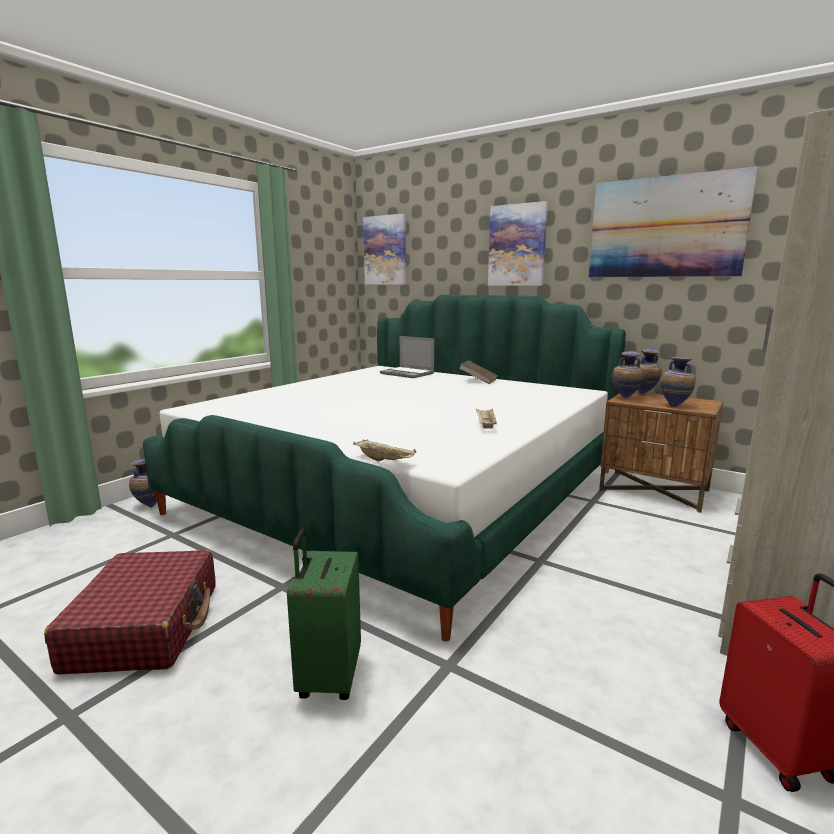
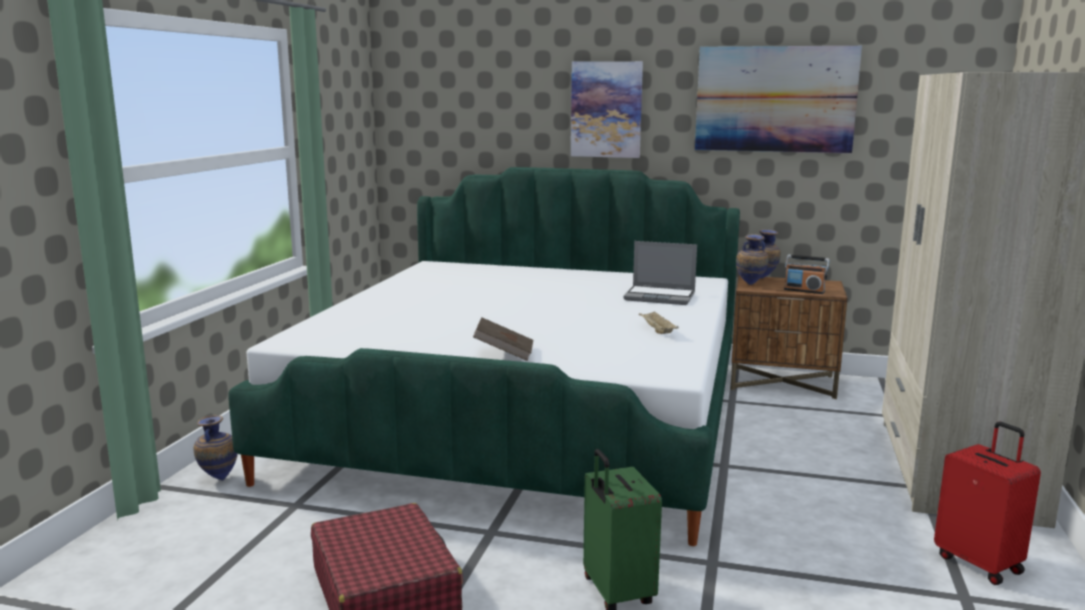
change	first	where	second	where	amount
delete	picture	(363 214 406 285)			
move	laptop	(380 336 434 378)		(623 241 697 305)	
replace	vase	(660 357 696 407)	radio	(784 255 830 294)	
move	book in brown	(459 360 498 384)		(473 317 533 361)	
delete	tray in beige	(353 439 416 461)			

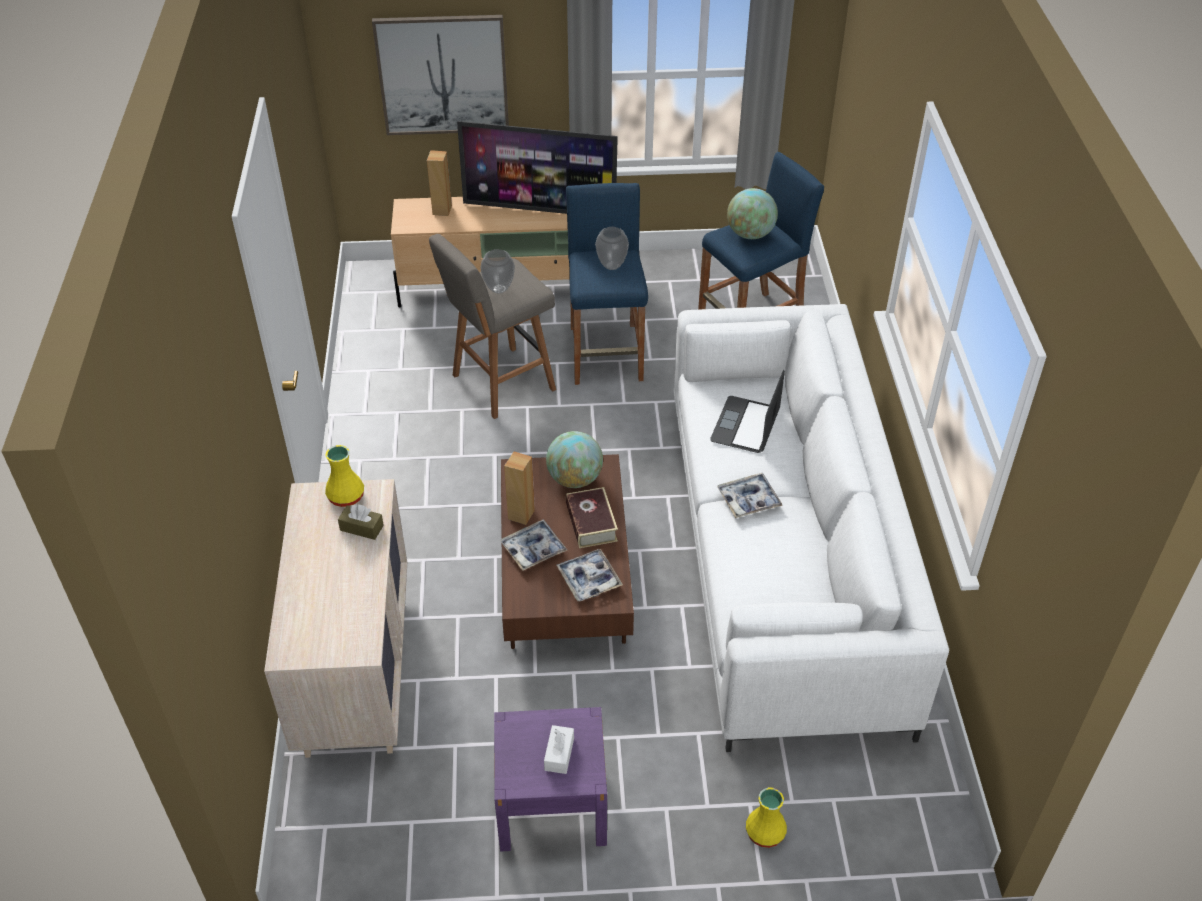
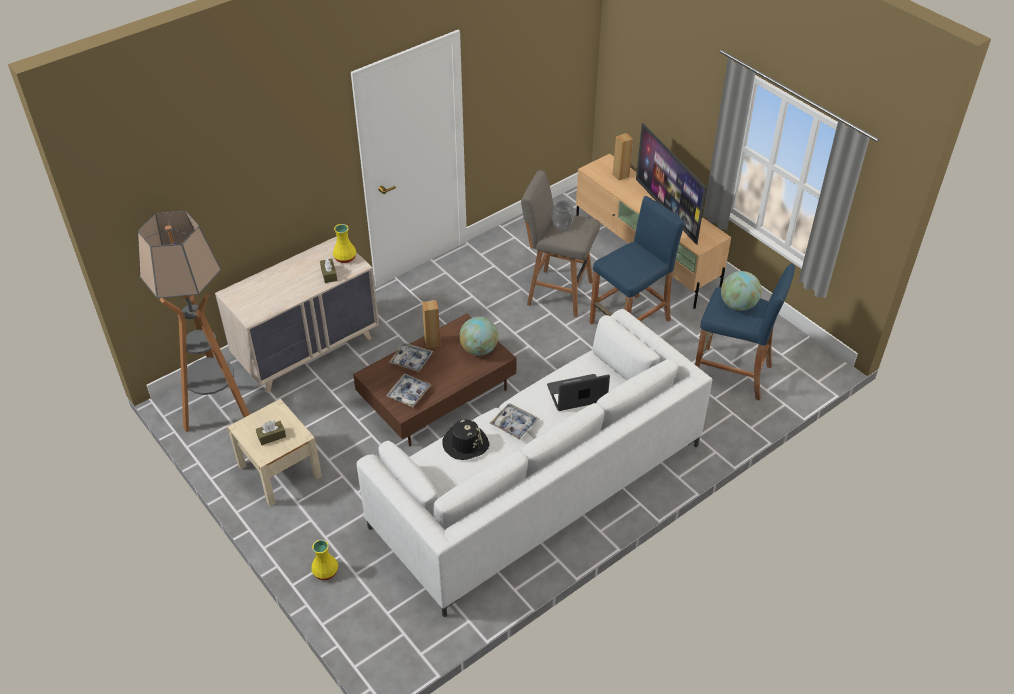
change	first	where	second	where	amount
delete	picture	(372 15 509 135)			
delete	vase	(595 227 629 270)			
delete	book	(566 487 618 548)			
recolor	nightstand in purple	(494 707 607 851)	nightstand in beige	(227 399 322 506)	
recolor	tissue box in white	(544 725 574 774)	tissue box in brown	(256 420 286 445)	
insert			floor lamp	(138 211 250 432)	
insert			hat in black	(442 419 489 460)	

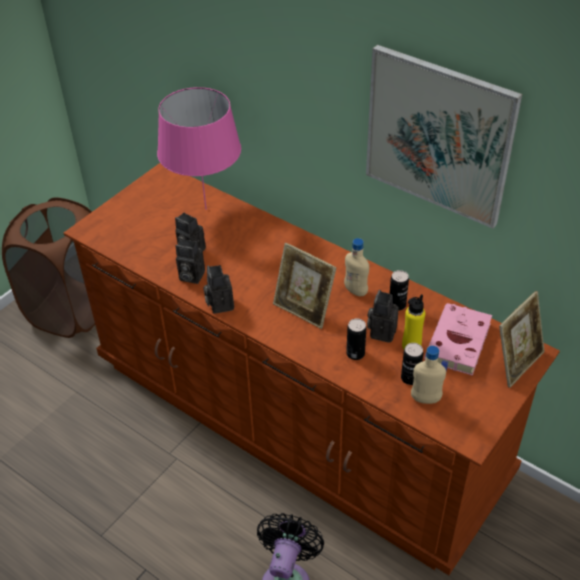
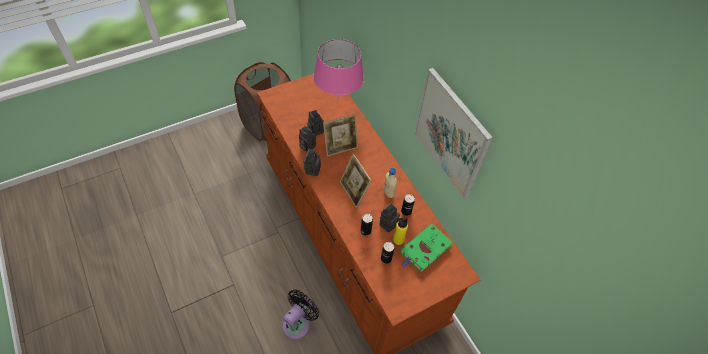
change	first	where	second	where	amount
move	picture frame	(499 291 545 388)		(323 114 358 157)	
recolor	book in pink	(424 303 492 376)	book in green	(400 224 453 272)	
delete	bottle in beige	(411 346 446 404)			

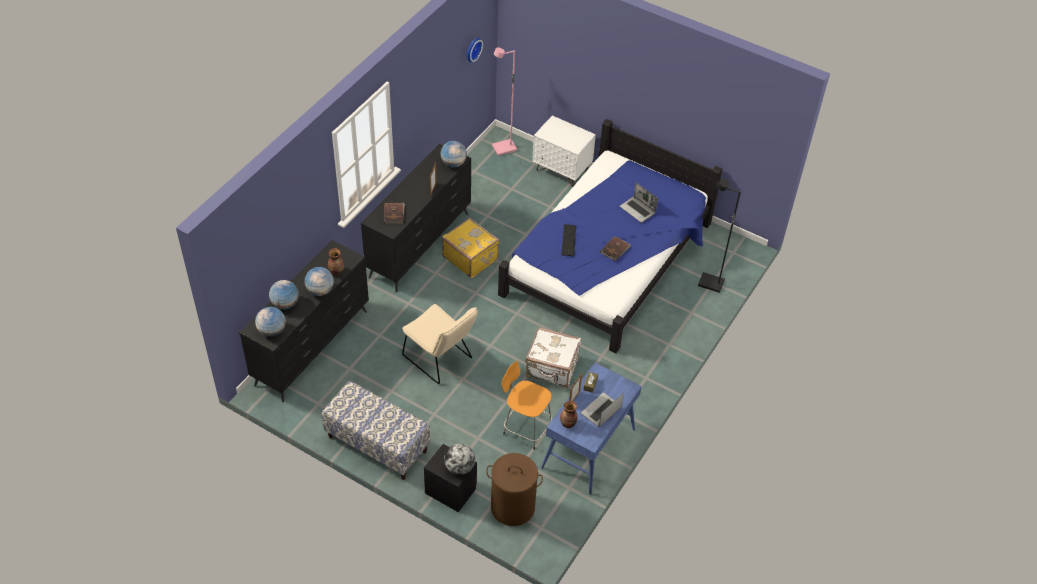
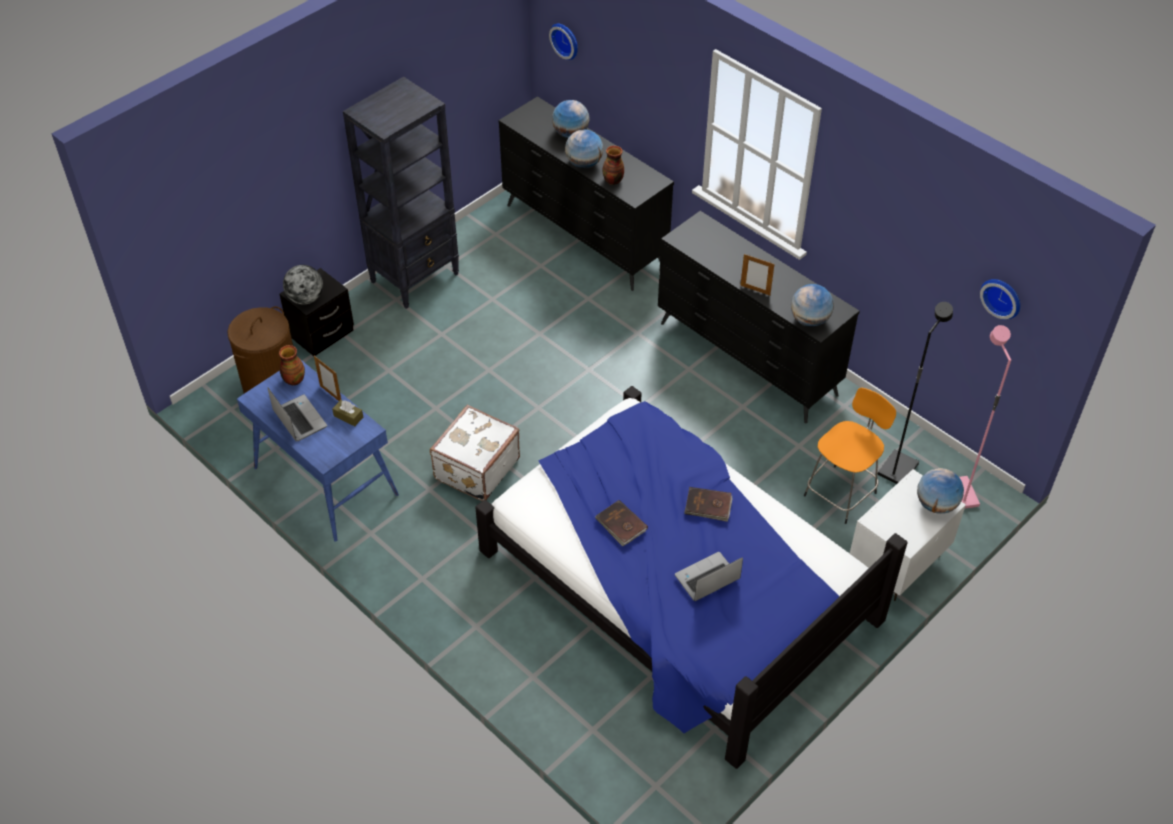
change	first	where	second	where	amount
move	floor lamp in black	(698 179 741 293)		(878 302 953 484)	
move	book in brown	(383 203 405 224)		(684 487 733 522)	
delete	suitcase in yellow	(442 218 500 278)			
delete	keyboard	(561 224 576 256)			
delete	chair in beige	(402 304 478 384)			
move	globe	(255 307 286 337)		(917 468 964 514)	
move	stool in orange	(501 361 552 450)		(804 388 896 524)	
replace	bench	(322 381 430 480)	bookcase in black	(343 77 459 309)	
insert			wall clock	(549 24 578 60)	

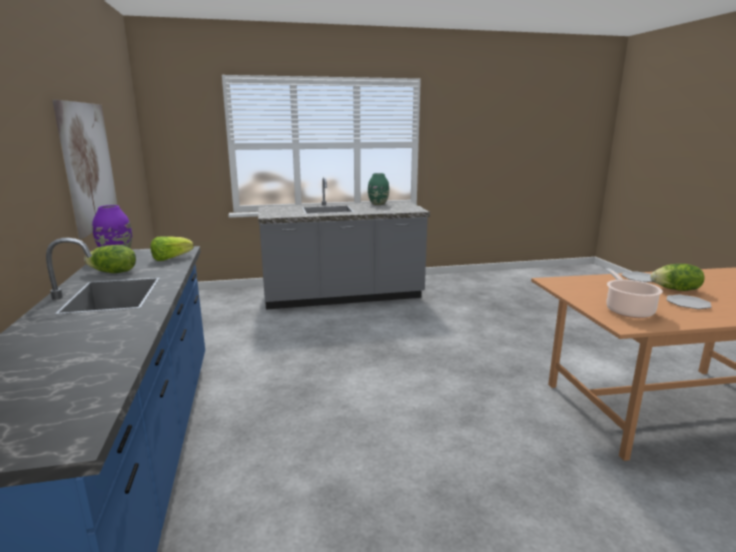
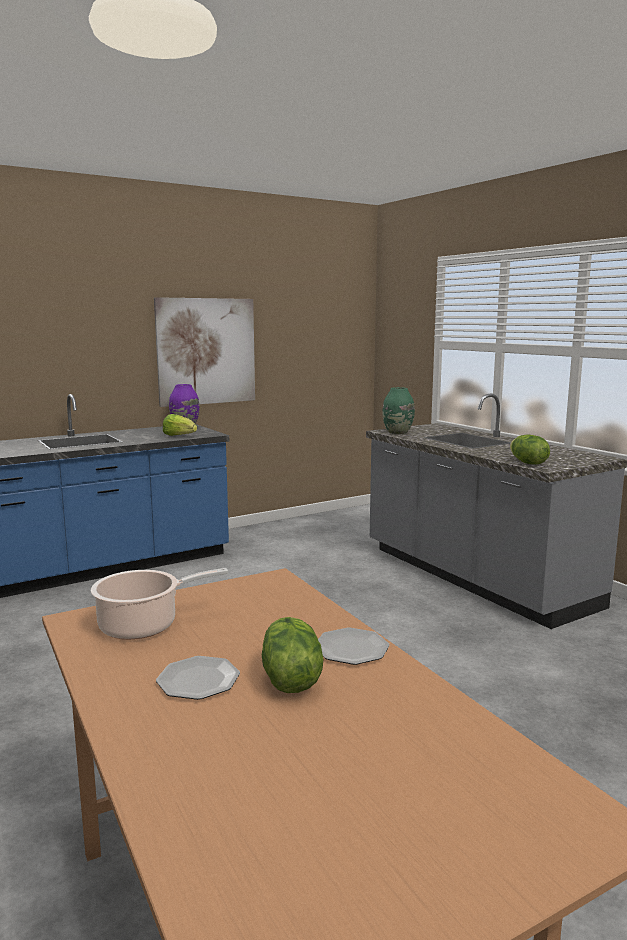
change	first	where	second	where	amount
move	vase in green	(368 173 389 205)		(382 387 415 434)	
move	lettuce	(84 245 136 273)		(510 435 550 464)	

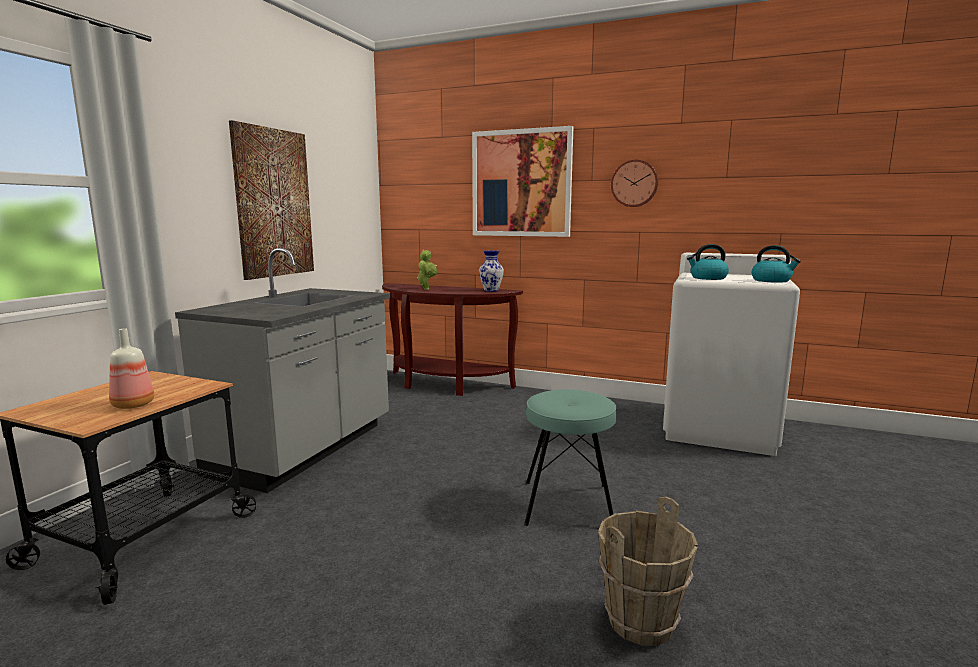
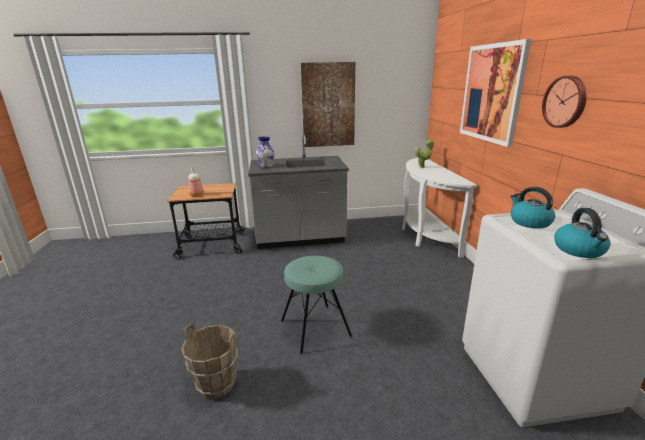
change	first	where	second	where	amount
move	vase	(479 251 504 292)		(256 137 275 168)	
recolor	console table in brown	(382 283 523 396)	console table in white	(402 158 477 258)	

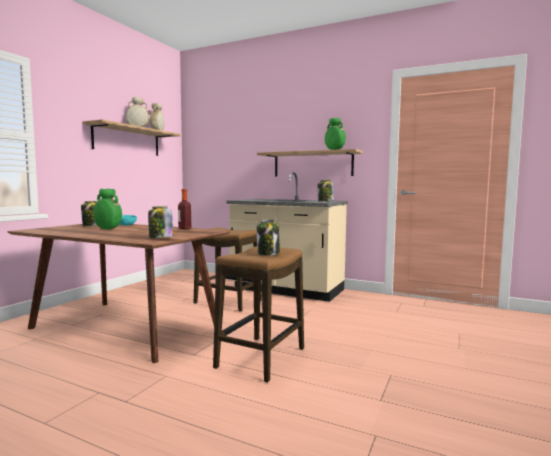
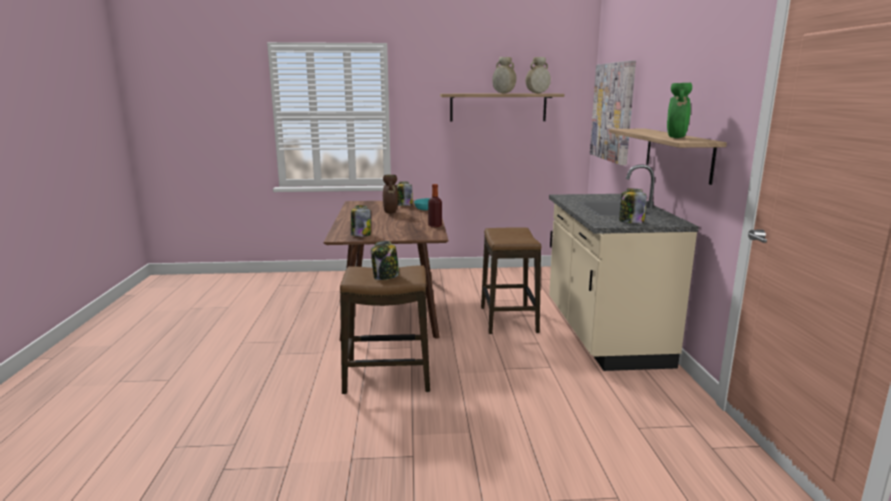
change	first	where	second	where	amount
recolor	vase in green	(94 189 122 229)	vase in brown	(383 175 398 214)	
insert			picture	(590 60 636 165)	

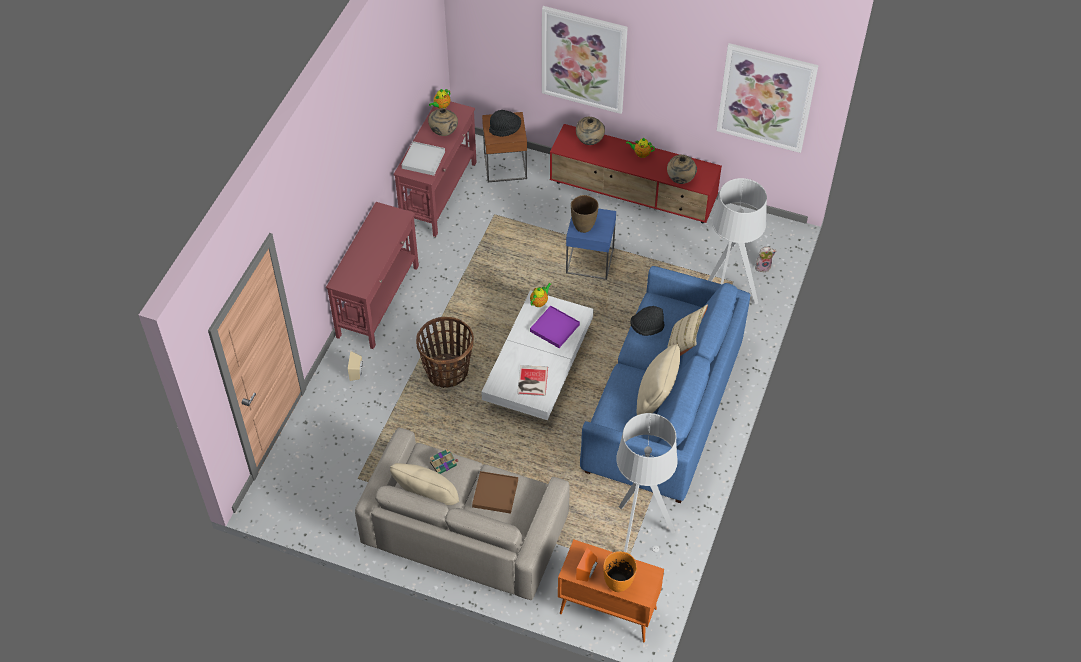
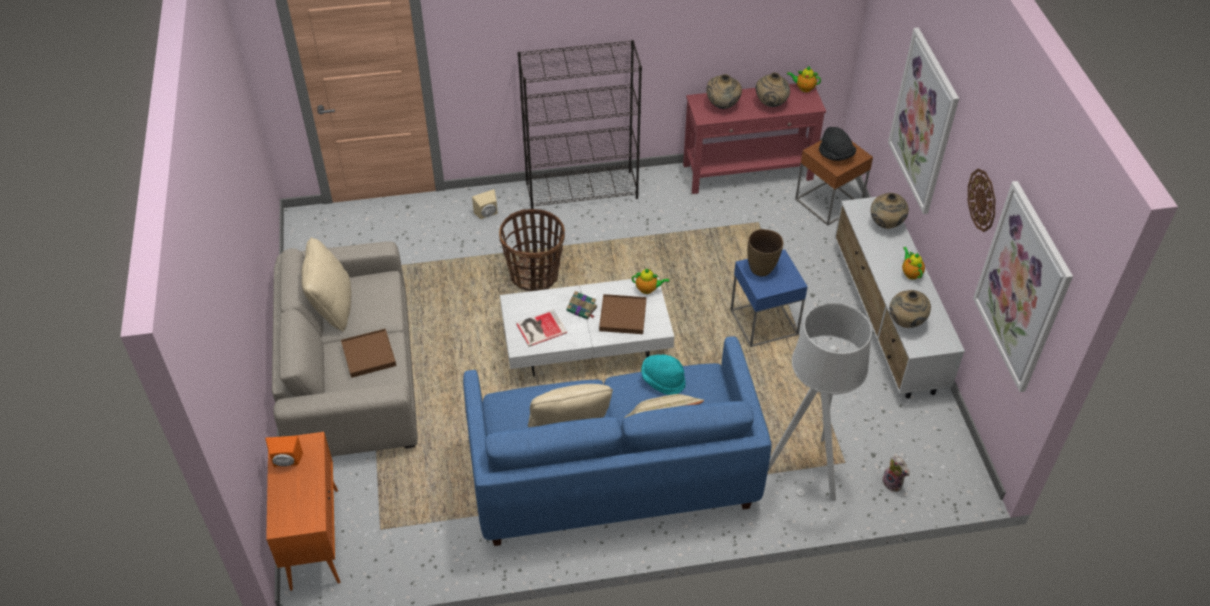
change	first	where	second	where	amount
recolor	tv stand in red	(550 124 722 223)	tv stand in white	(834 197 965 399)	
replace	tray in white	(402 141 445 176)	vase in beige	(706 74 742 109)	
replace	console table in red	(326 202 419 349)	bookcase in black	(517 40 642 209)	
recolor	tray in purple	(530 306 580 348)	tray in brown	(599 294 646 334)	
recolor	hat in black	(630 306 664 336)	hat in turquoise	(641 355 686 395)	
delete	floor lamp in grey	(616 413 678 553)			
move	book	(430 448 458 474)		(567 291 597 319)	
delete	vase in orange	(603 551 637 592)			
insert			wall clock	(968 168 995 232)	

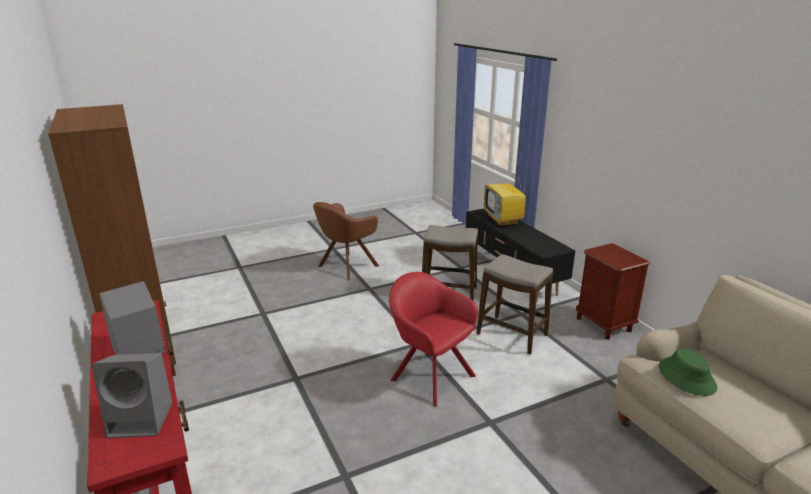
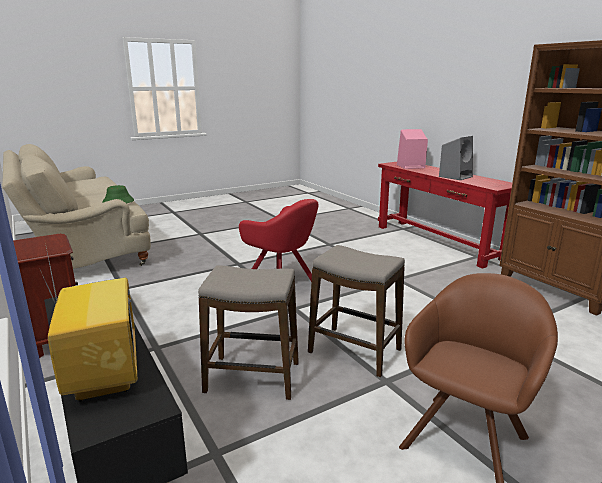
change	first	where	second	where	amount
move	stool	(476 254 553 354)		(308 245 405 377)	
recolor	speaker in grey	(92 353 172 438)	speaker in pink	(397 129 428 169)	

